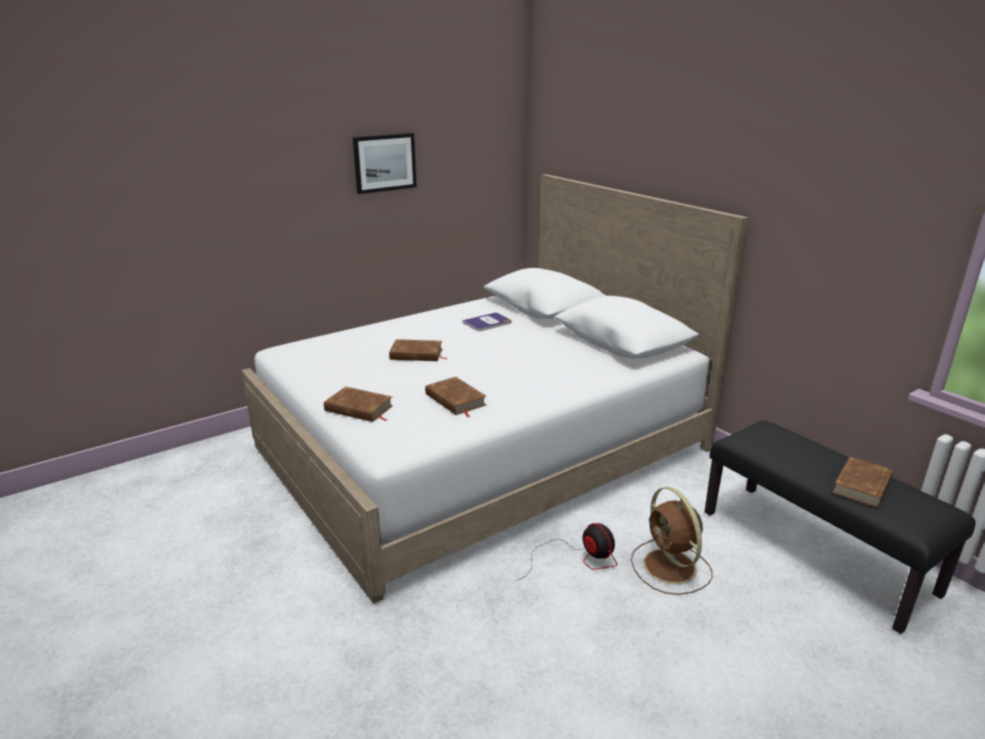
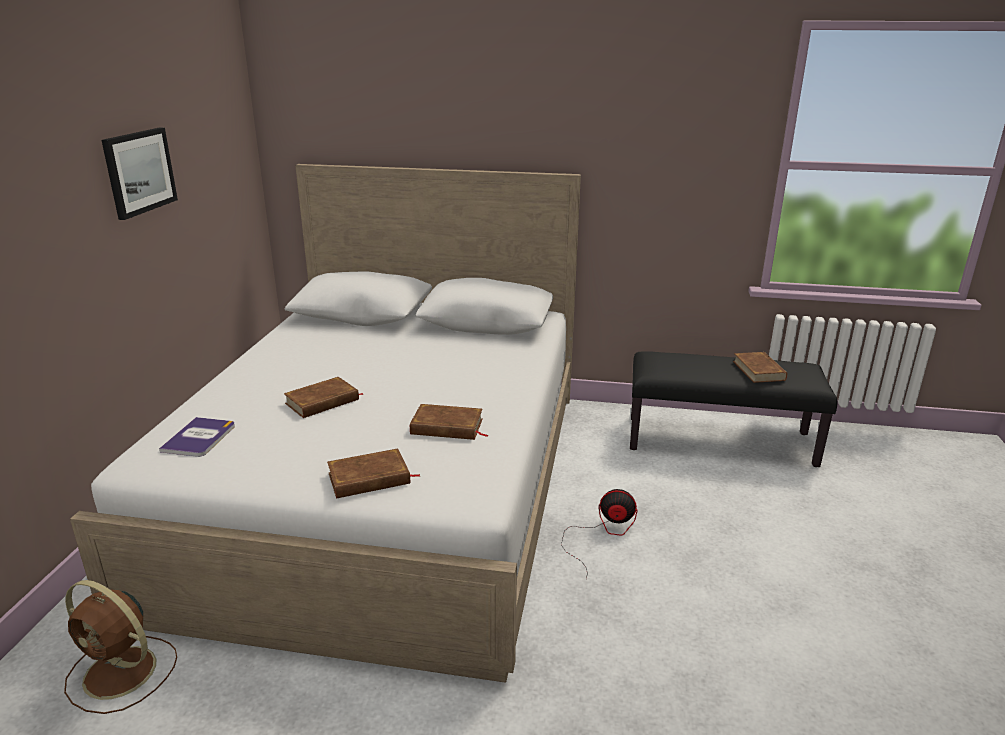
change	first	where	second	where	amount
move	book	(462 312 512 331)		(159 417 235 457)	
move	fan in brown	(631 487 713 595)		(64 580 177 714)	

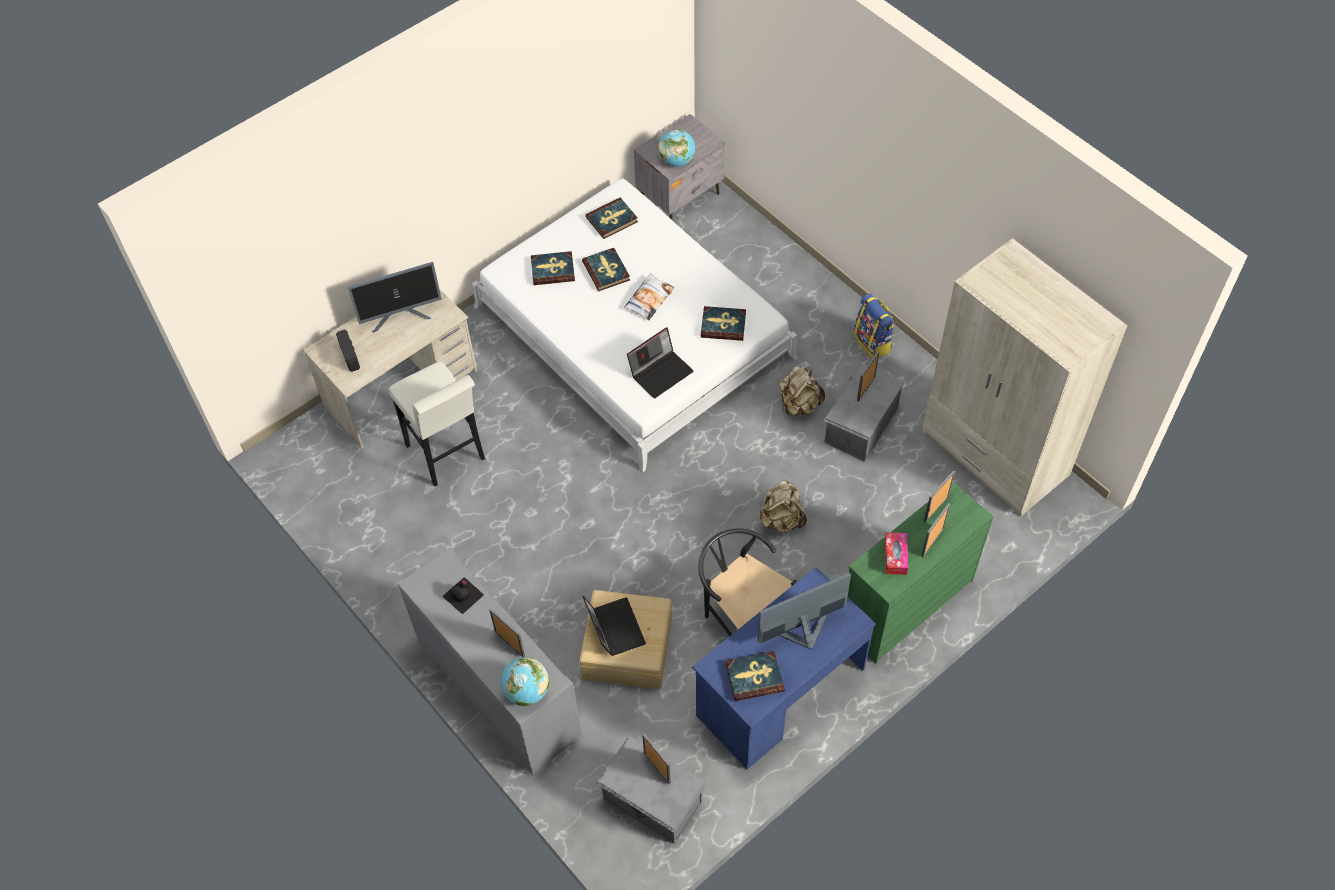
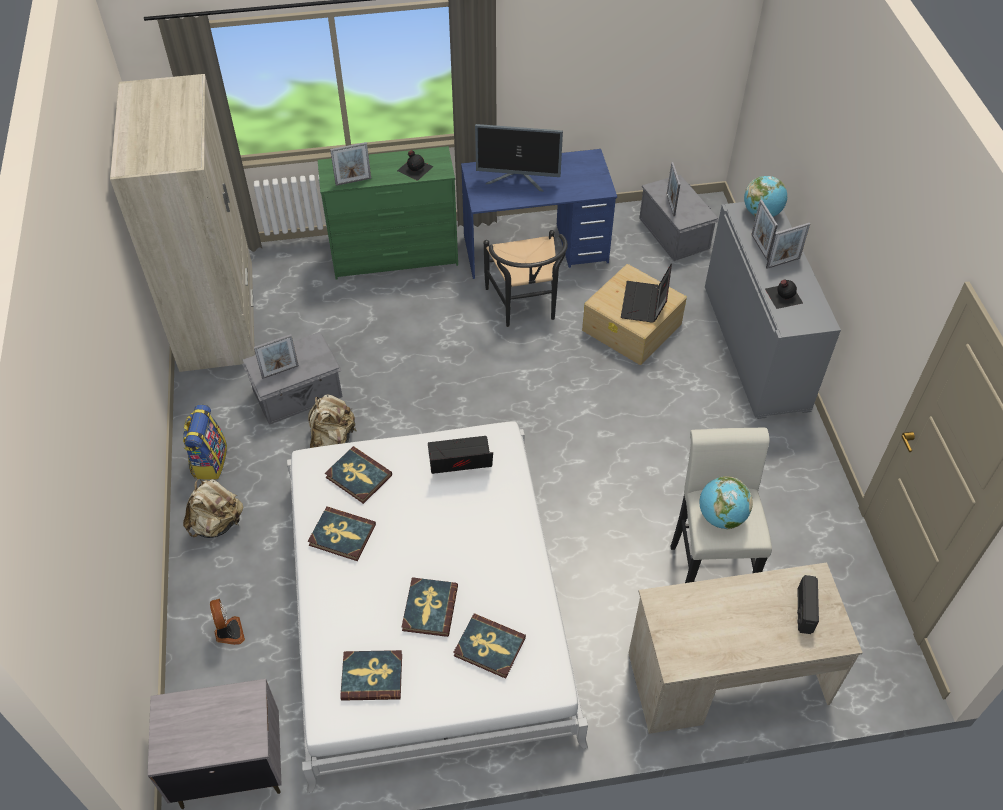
change	first	where	second	where	amount
move	globe	(658 129 695 167)		(699 476 753 529)	
delete	monitor	(348 262 442 332)			
delete	pillow	(624 273 674 320)			
move	backpack in beige	(760 479 807 533)		(183 479 243 538)	
move	picture frame	(921 503 950 557)		(766 223 810 269)	
replace	tissue box	(885 532 908 575)	bottle in black	(397 150 433 181)	
move	book	(725 651 785 701)		(308 506 376 561)	
insert			fan	(210 599 245 645)	

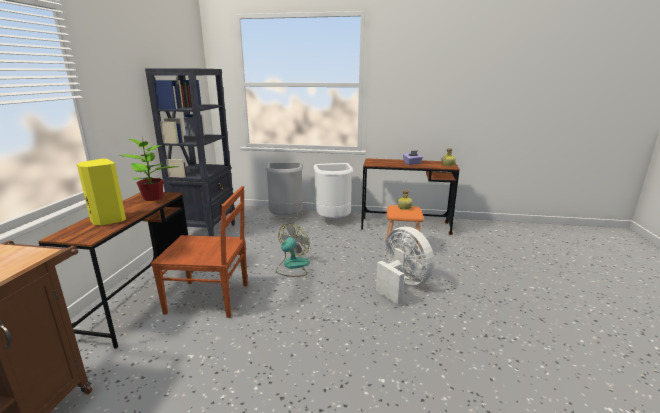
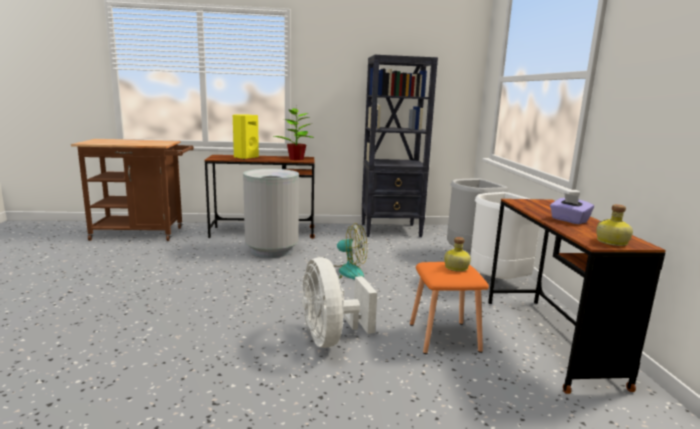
change	first	where	second	where	amount
replace	chair in brown	(151 186 248 318)	trash can in grey	(243 169 299 258)	
rotate	fan in white	(376 227 435 305)		(302 257 377 348)	120 degrees clockwise

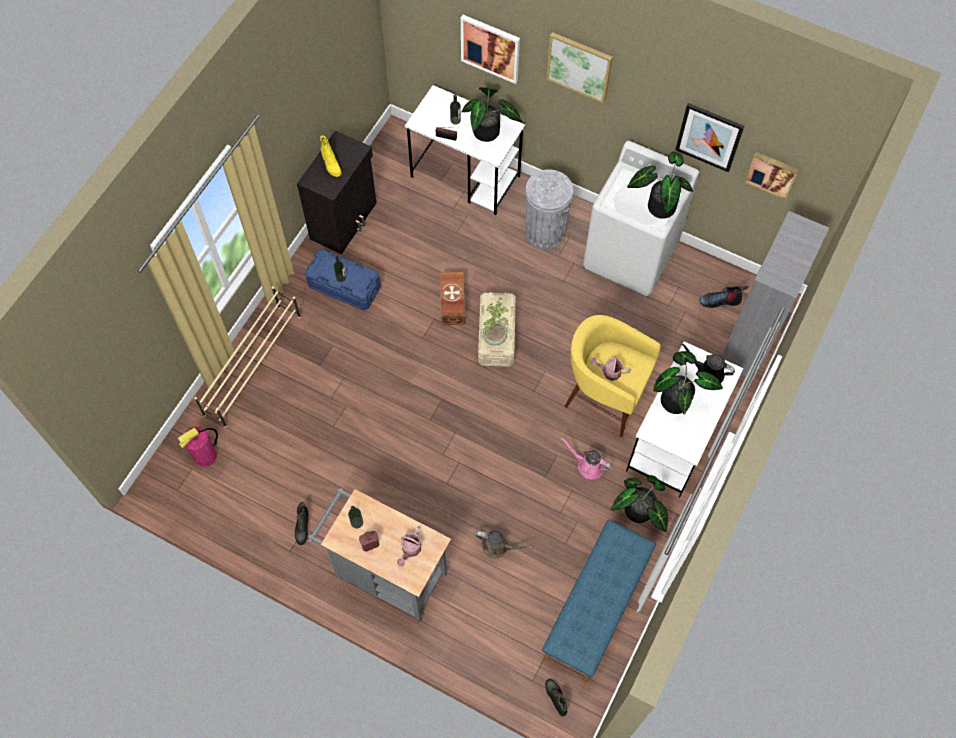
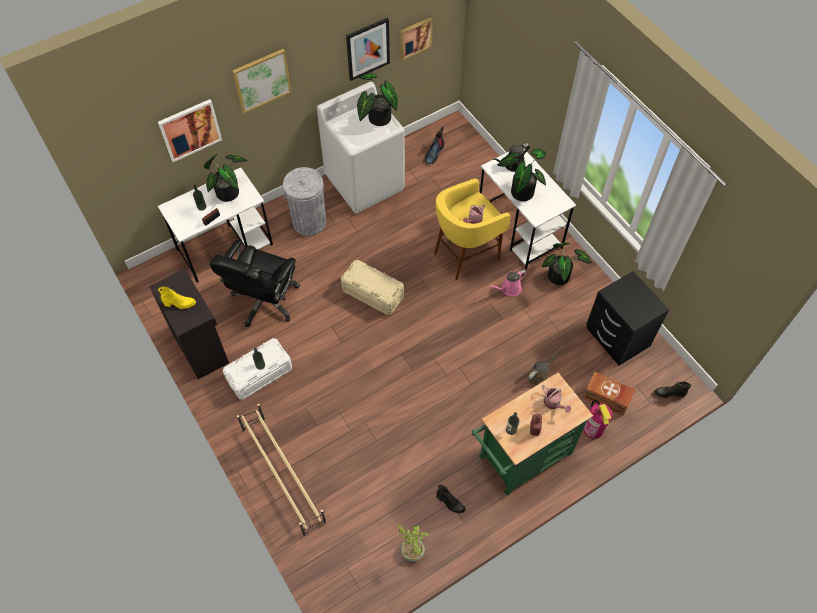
change	first	where	second	where	amount
delete	bookcase in grey	(721 211 829 380)			
recolor	storage box in blue	(305 249 381 310)	storage box in white	(223 338 292 400)	
move	storage box in brown	(440 272 465 325)		(583 372 635 416)	
move	potted plant	(483 298 509 345)		(398 524 429 562)	
move	fire extinguisher	(177 427 218 467)		(583 399 612 439)	
recolor	cart in grey	(308 488 451 622)	cart in green	(472 373 593 495)	
replace	bench in blue	(542 520 656 682)	nightstand in black	(586 271 669 366)	
insert			office chair in black	(210 240 300 327)	

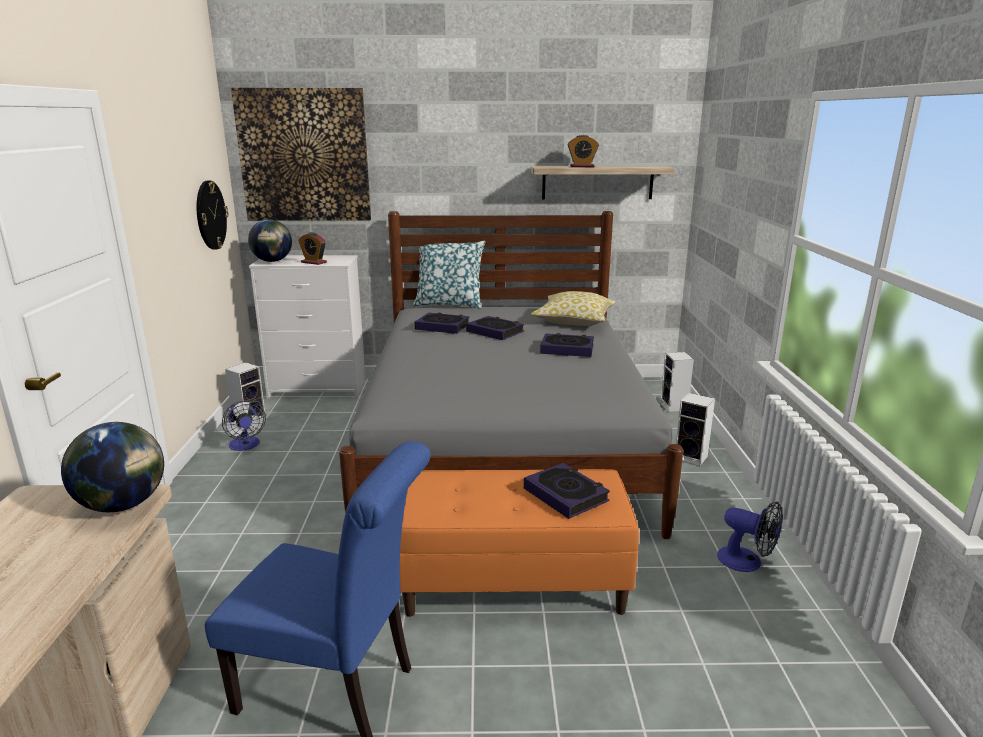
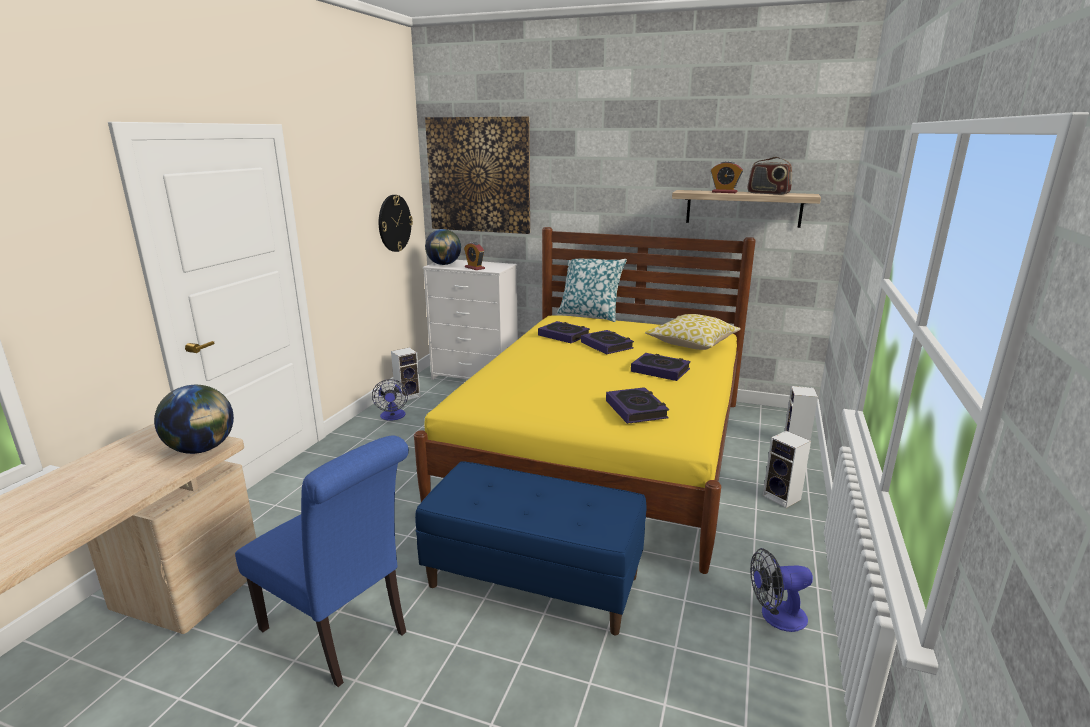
change	first	where	second	where	amount
recolor	bed in grey	(339 211 683 539)	bed in yellow	(414 227 756 574)	
move	book	(524 463 610 519)		(606 387 669 424)	
recolor	bench in orange	(400 469 639 617)	bench in blue	(415 461 646 635)	
rotate	fan	(717 501 783 572)		(750 548 813 632)	120 degrees clockwise
insert			radio	(747 157 792 195)	

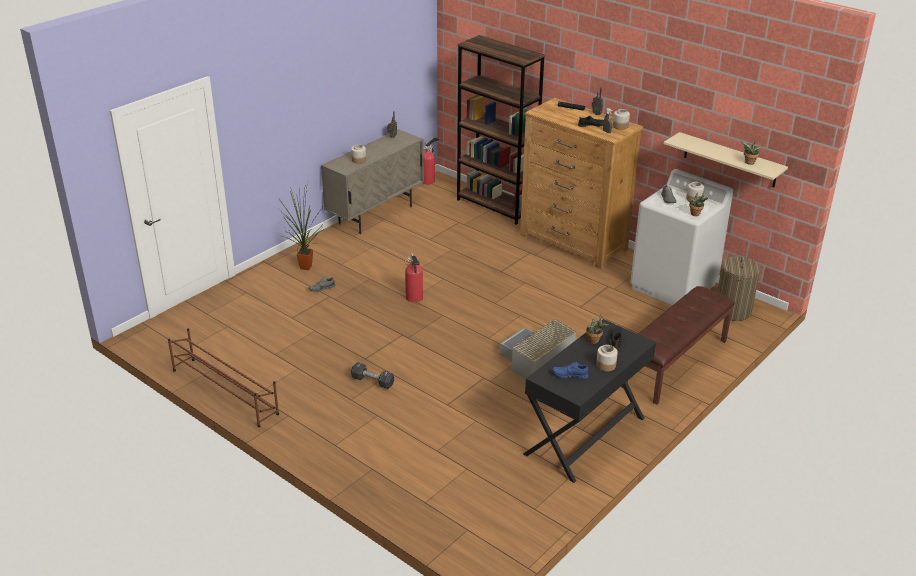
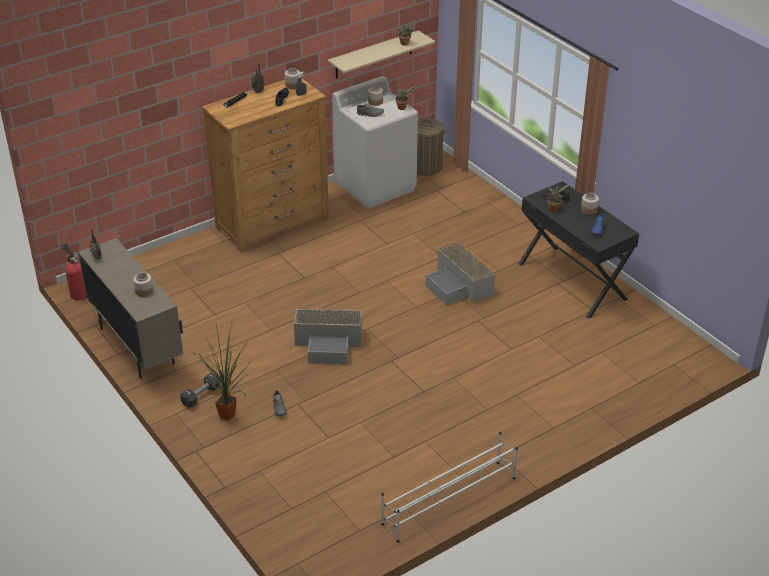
change	first	where	second	where	amount
delete	bookcase in brown	(457 35 545 225)			
replace	fire extinguisher	(405 253 423 303)	storage box in grey	(294 307 362 364)	
delete	bench in brown	(621 286 735 405)			
recolor	shoe rack in brown	(168 328 279 427)	shoe rack in white	(381 432 518 542)	
move	dumbbell in black	(351 362 394 389)		(180 373 221 408)	

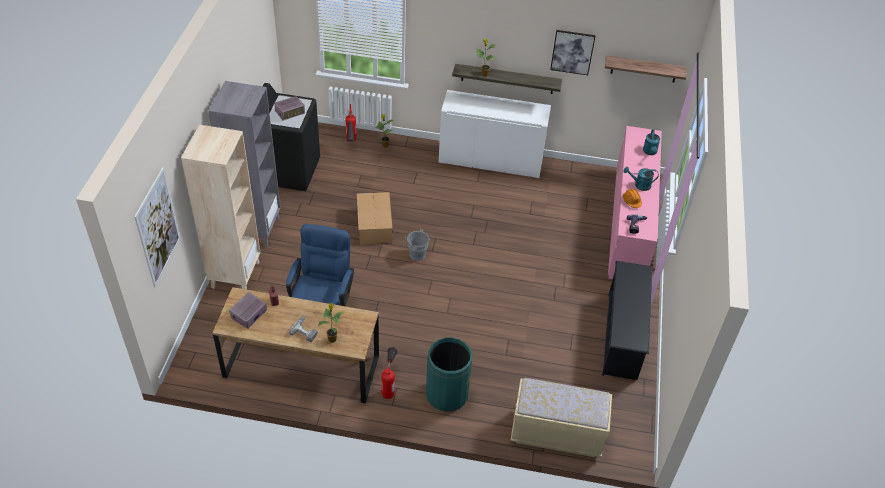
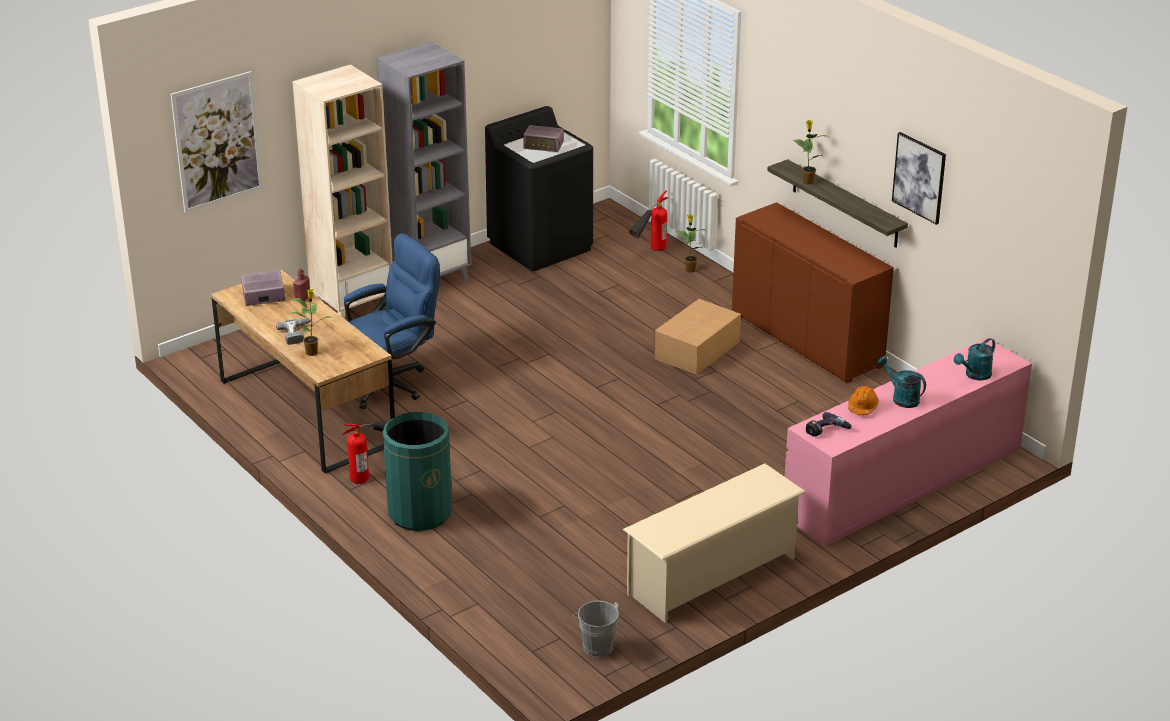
change	first	where	second	where	amount
delete	shelf	(605 55 686 82)			
recolor	cabinet in white	(439 90 551 178)	cabinet in brown	(732 202 894 384)	
move	cardboard box	(357 192 392 245)		(654 299 741 375)	
move	bucket in grey	(403 229 429 261)		(573 601 619 657)	
recolor	shoe rack in black	(602 261 652 380)	shoe rack in beige	(623 464 806 623)	
delete	bench in beige	(510 378 612 457)			

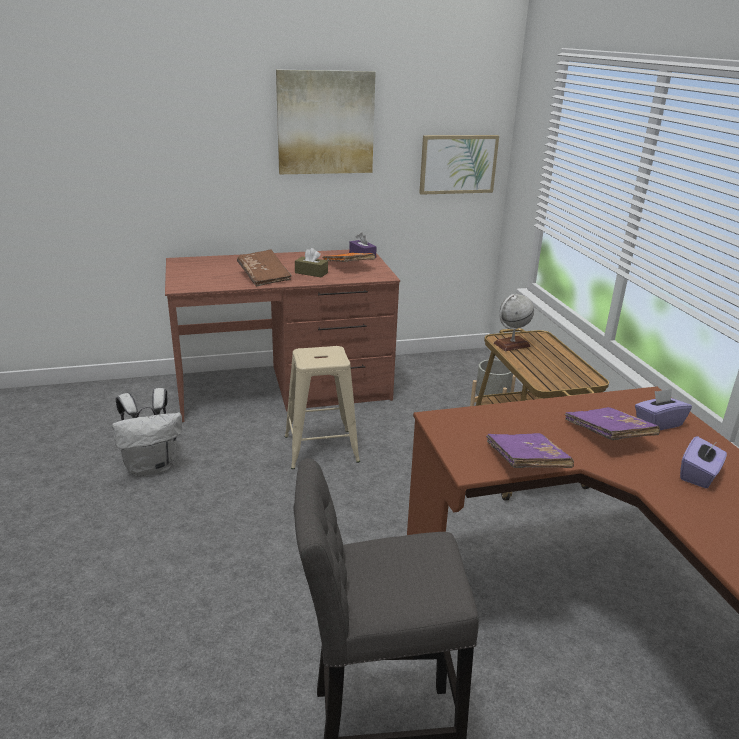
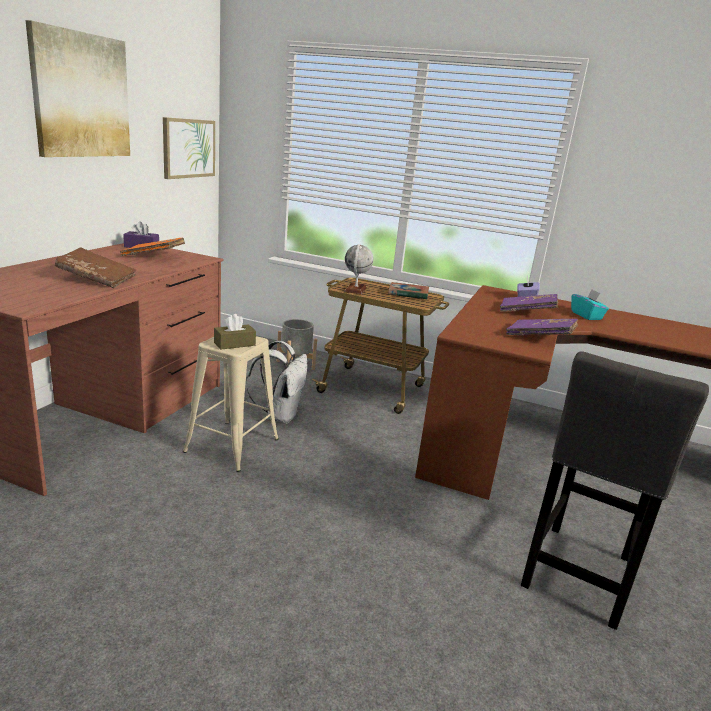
change	first	where	second	where	amount
move	tissue box in brown	(295 248 328 277)		(214 314 256 350)	
move	backpack in white	(112 388 182 477)		(246 341 307 424)	
recolor	tissue box in purple	(680 436 727 488)	tissue box in turquoise	(571 290 609 320)	
insert			book	(388 282 429 300)	

